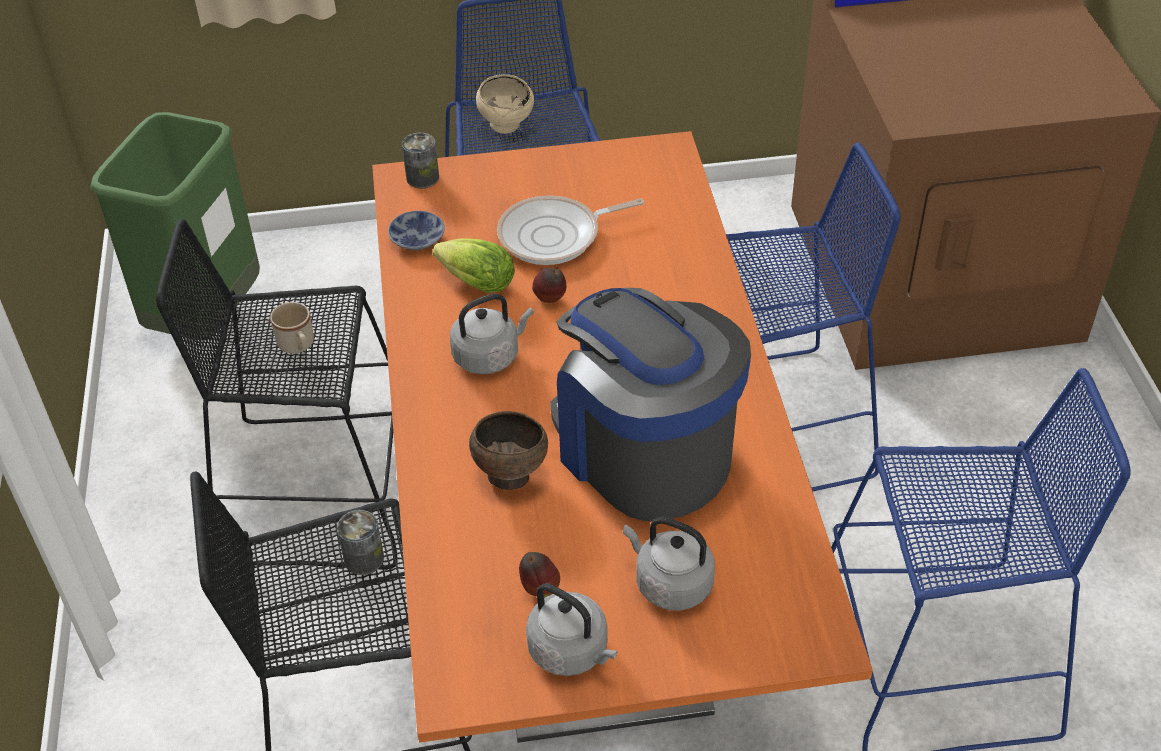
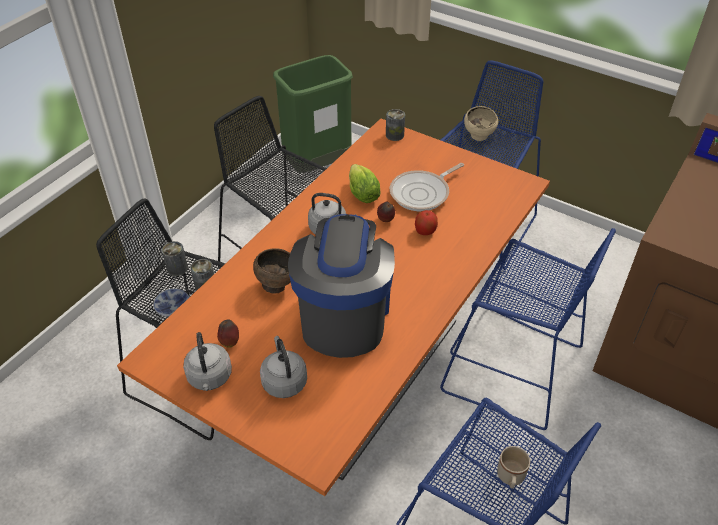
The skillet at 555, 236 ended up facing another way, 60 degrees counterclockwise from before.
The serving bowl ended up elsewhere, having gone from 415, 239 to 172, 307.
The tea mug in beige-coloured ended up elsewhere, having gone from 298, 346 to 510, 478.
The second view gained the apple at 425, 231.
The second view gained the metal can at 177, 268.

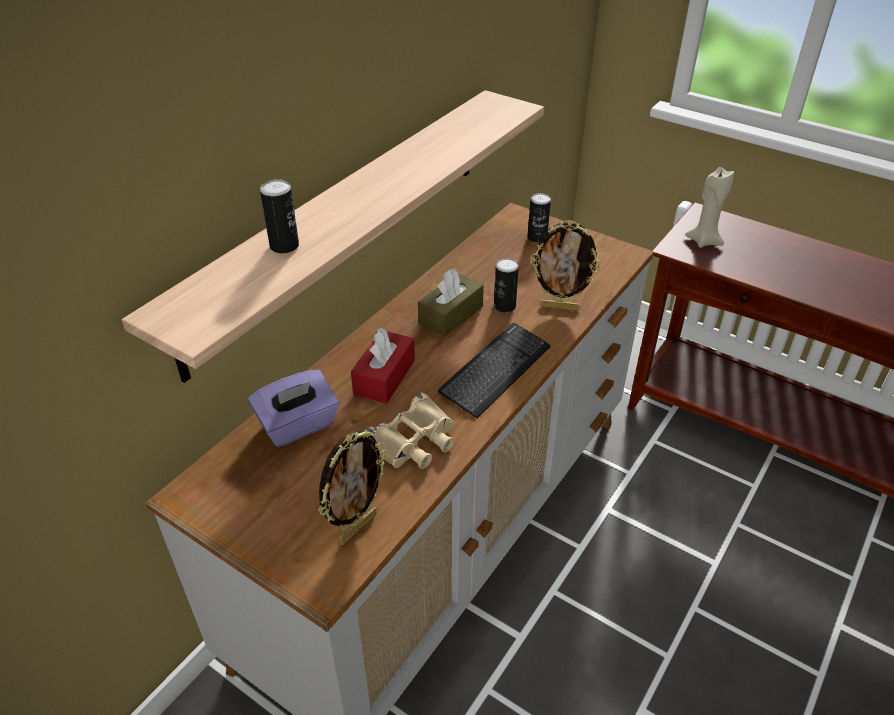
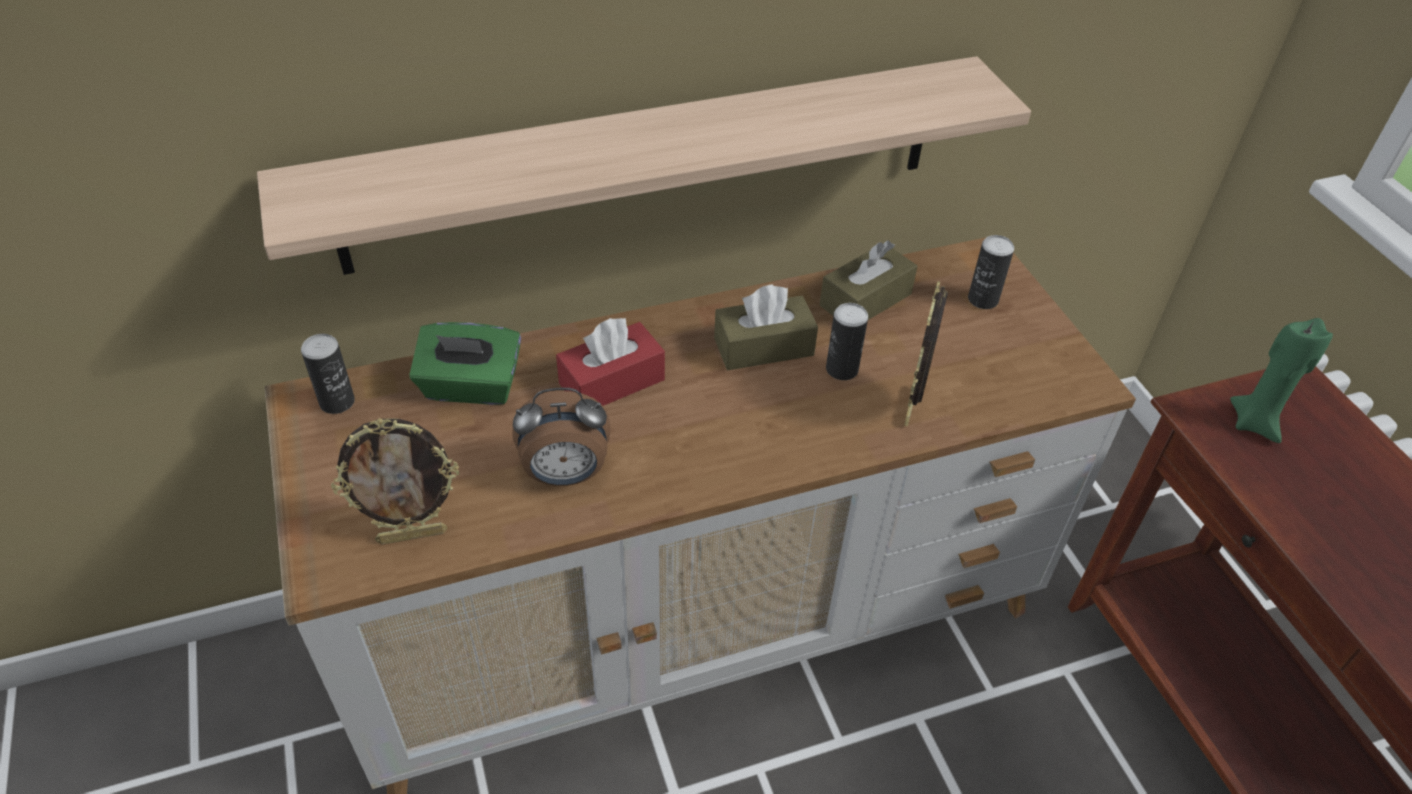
What was the wax light in beige-coloured at 703, 241 turned into the wax light in greenish at 1255, 422.
The metal can ended up elsewhere, having gone from 284, 246 to 337, 402.
The standing frame at 560, 307 ended up facing another way, 60 degrees clockwise from before.
The second view lost the computer keyboard at 495, 371.
What was the tissue holder in purplish at 298, 425 turned into the tissue holder in greenish at 471, 387.
Where the field glasses in beige-coloured stood at 413, 441, the alarm clock came to stand at 565, 475.
The second view gained the tissue holder in brown-coloured at 865, 300.

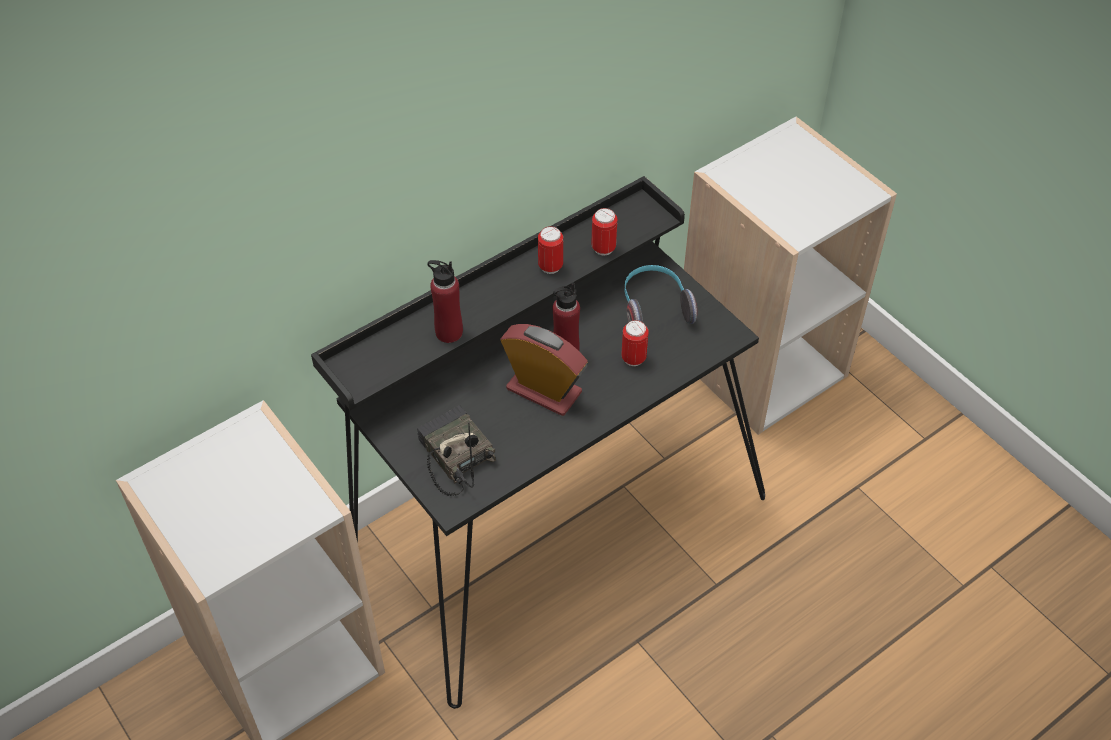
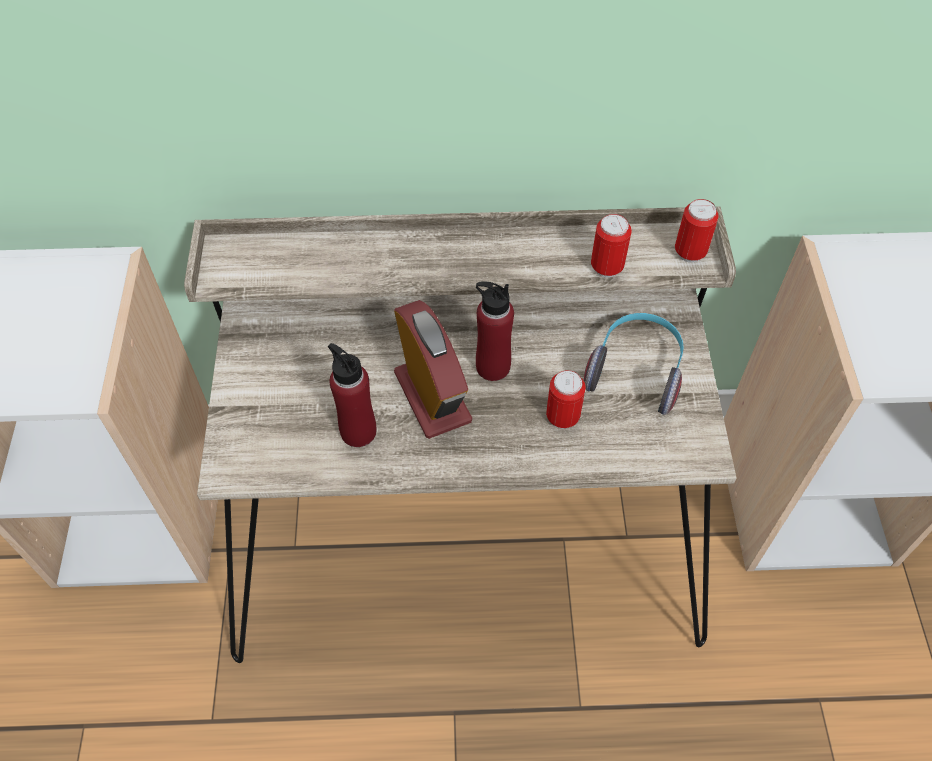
What was the desk unit in blackish at 550, 521 turned into the desk unit in beige-coloured at 465, 531.
The metal can ended up elsewhere, having gone from 550, 266 to 690, 252.
The bottle in red ended up elsewhere, having gone from 449, 332 to 358, 431.
The second view lost the radio set at 453, 456.

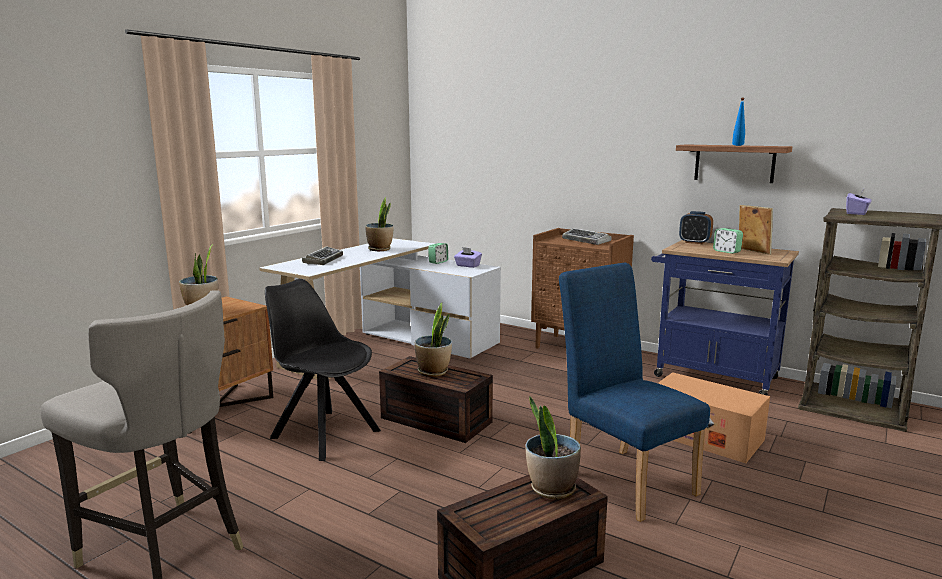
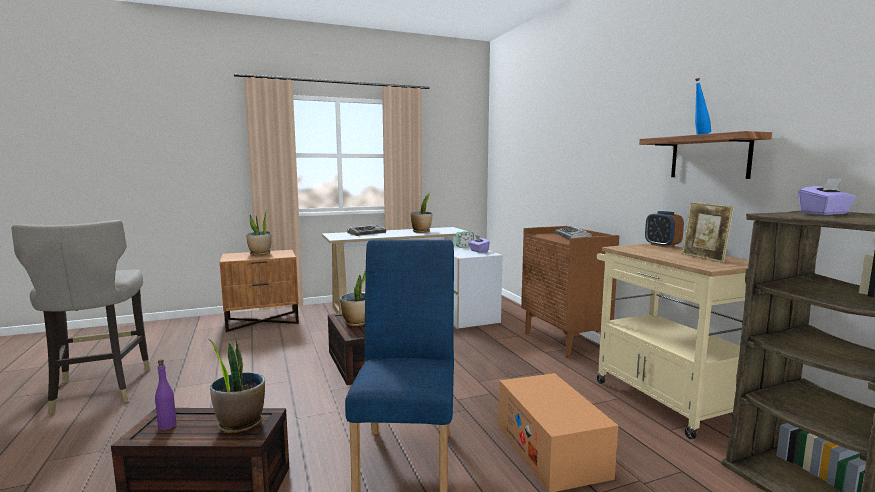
The standing frame at 752, 251 ended up facing another way, 150 degrees clockwise from before.
The second view lost the alarm clock at 726, 251.
What was the wheeled cart in blue at 711, 376 turned into the wheeled cart in beige-coloured at 662, 399.
The second view lost the plain chair in blackish at 324, 433.
The second view gained the bottle in purplish at 167, 425.

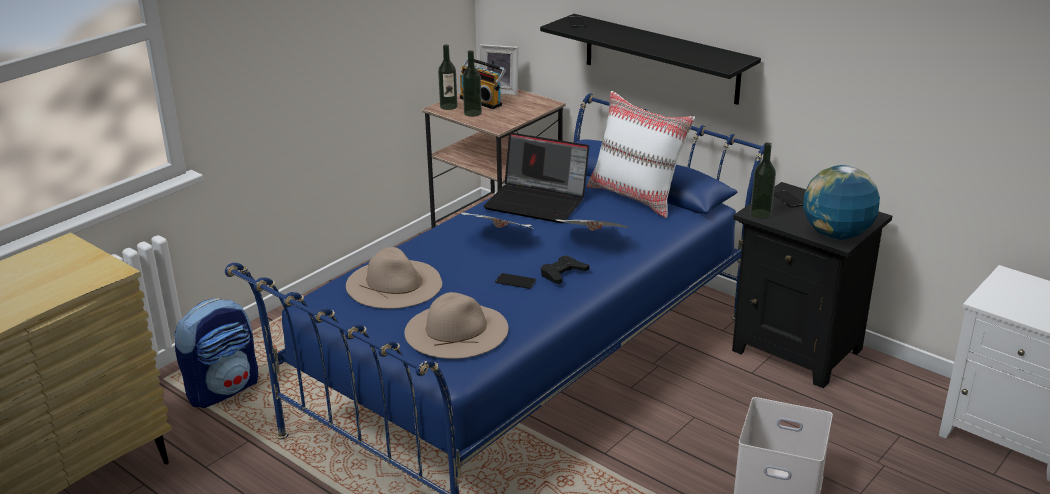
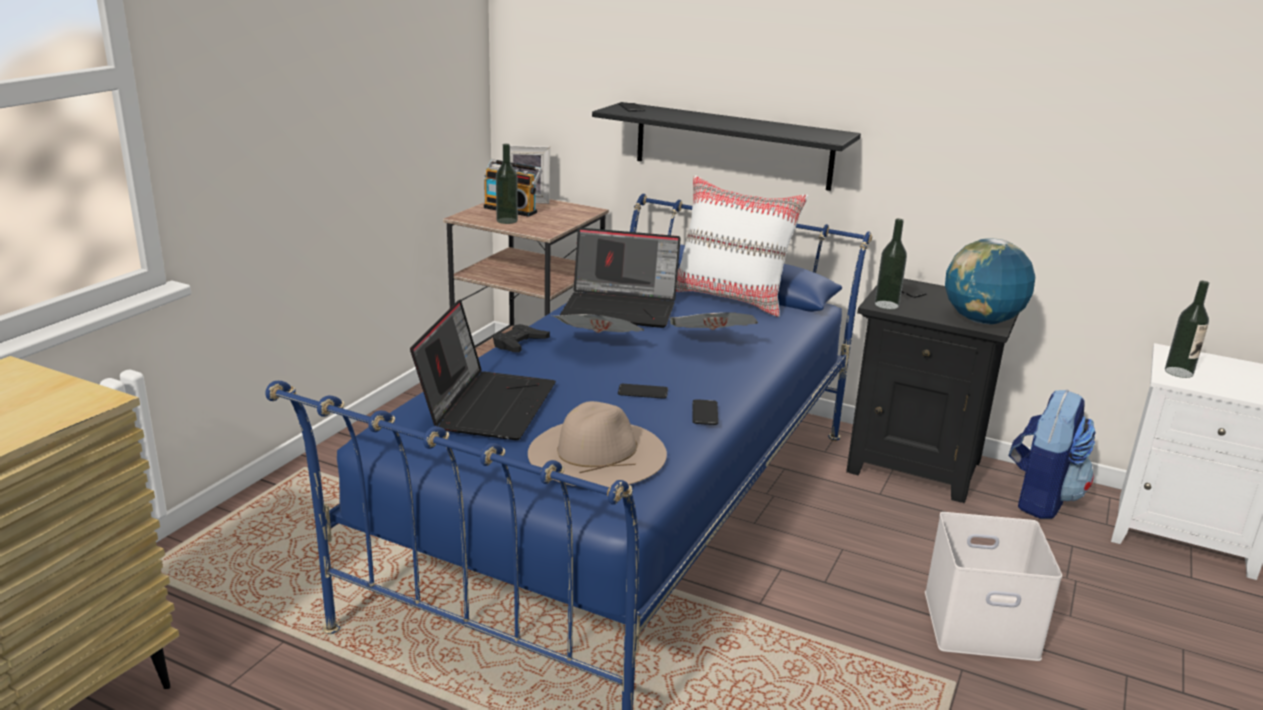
The bottle ended up elsewhere, having gone from 448, 106 to 1178, 372.
Where the wearable hat in beige-coloured stood at 394, 283, the portable computer came to stand at 487, 404.
The gamepad in blackish ended up elsewhere, having gone from 563, 274 to 519, 344.
The backpack ended up elsewhere, having gone from 223, 389 to 1041, 498.
The second view gained the handset at 705, 413.

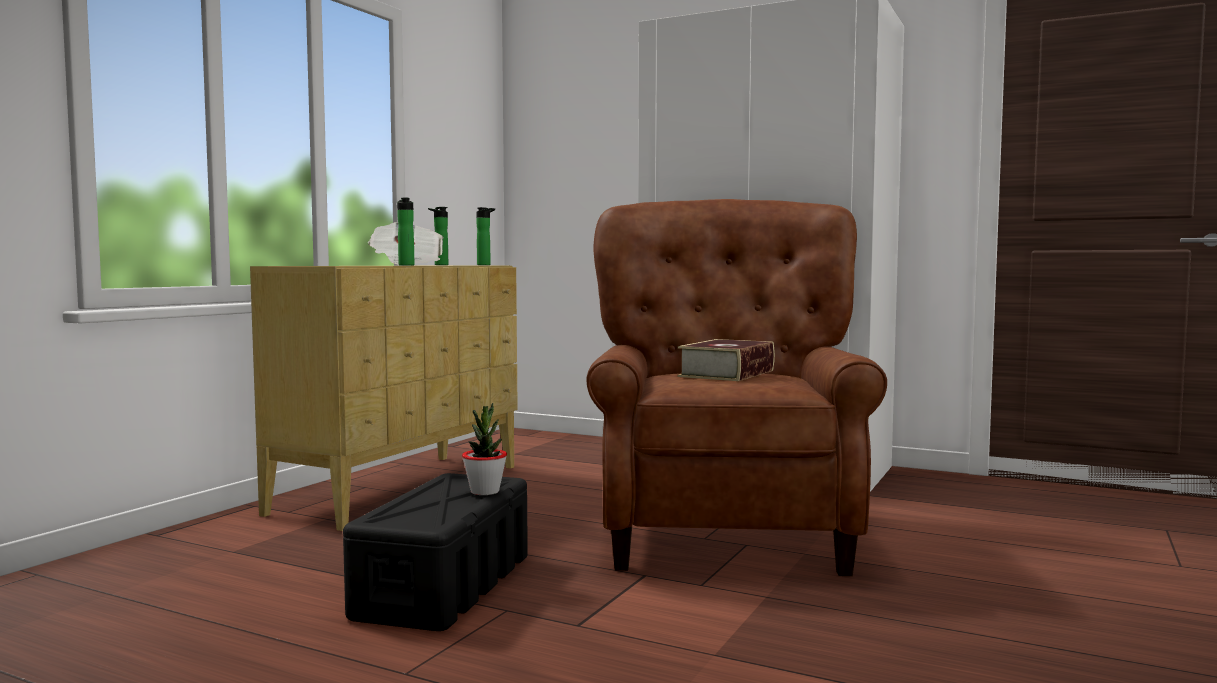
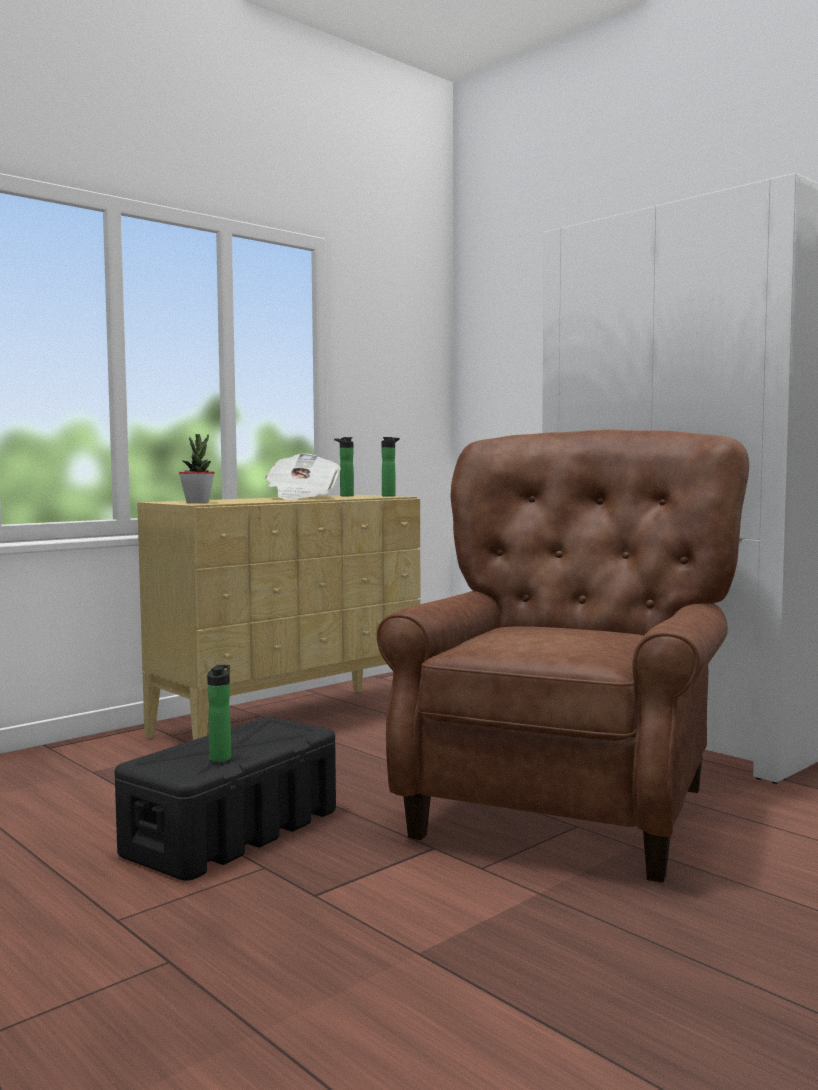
The bottle ended up elsewhere, having gone from 406, 265 to 221, 757.
The second view lost the bound book at 727, 373.
The potted plant ended up elsewhere, having gone from 485, 491 to 197, 502.

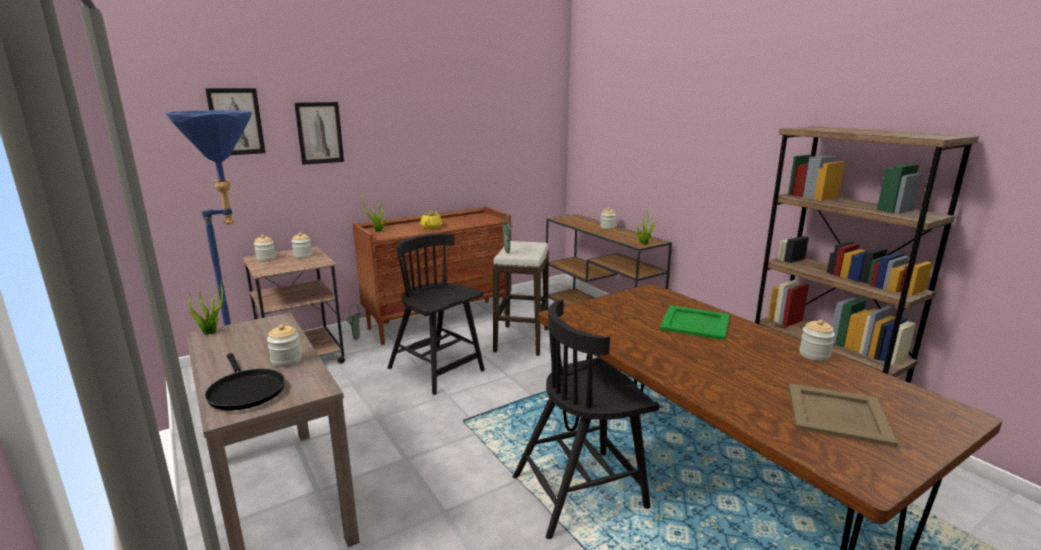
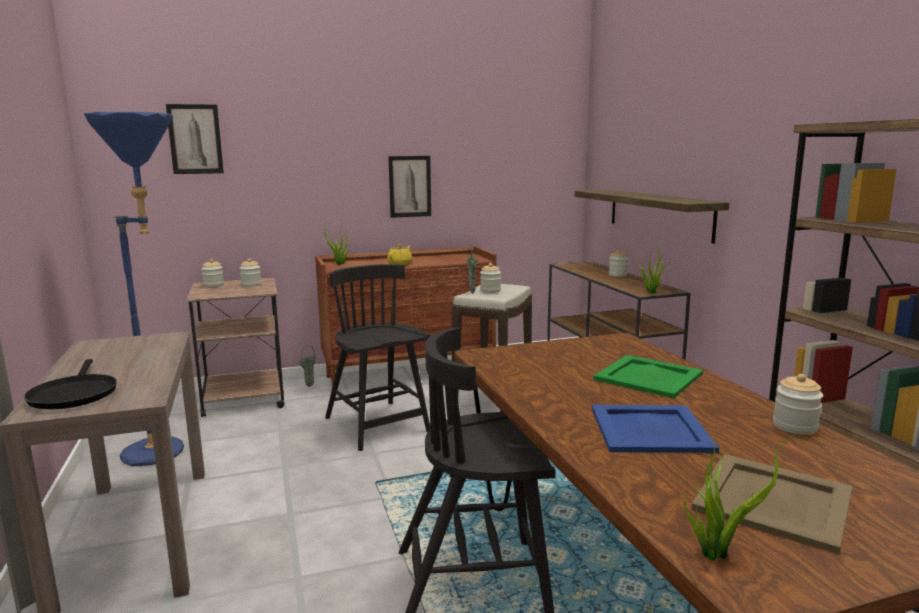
The picture ended up elsewhere, having gone from 319, 133 to 410, 186.
The potted plant ended up elsewhere, having gone from 212, 332 to 717, 552.
The preserve jar ended up elsewhere, having gone from 286, 360 to 490, 291.
The second view gained the bracket shelf at 658, 213.
The second view gained the tray in blue at 649, 429.

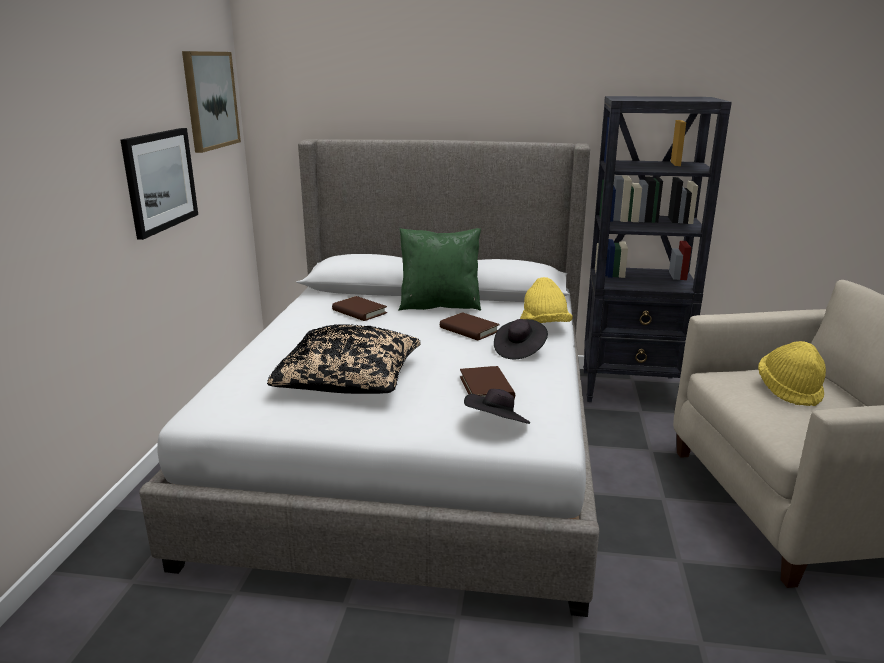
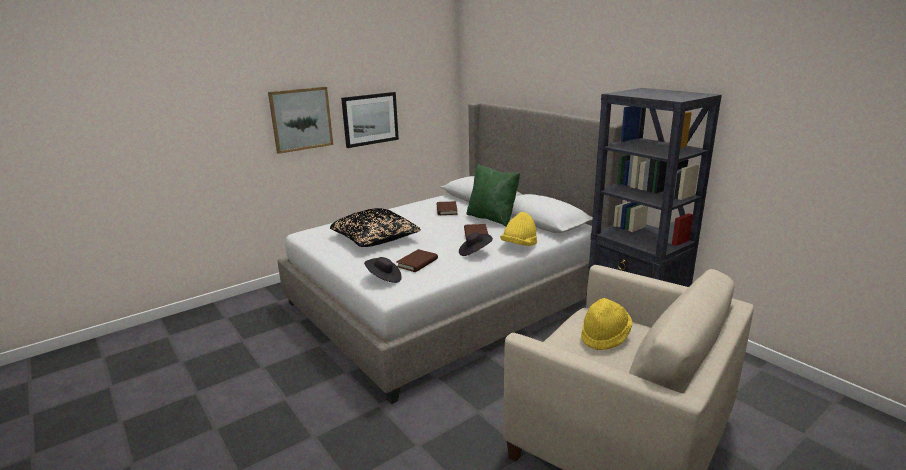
The picture ended up elsewhere, having gone from 210, 100 to 301, 119.

